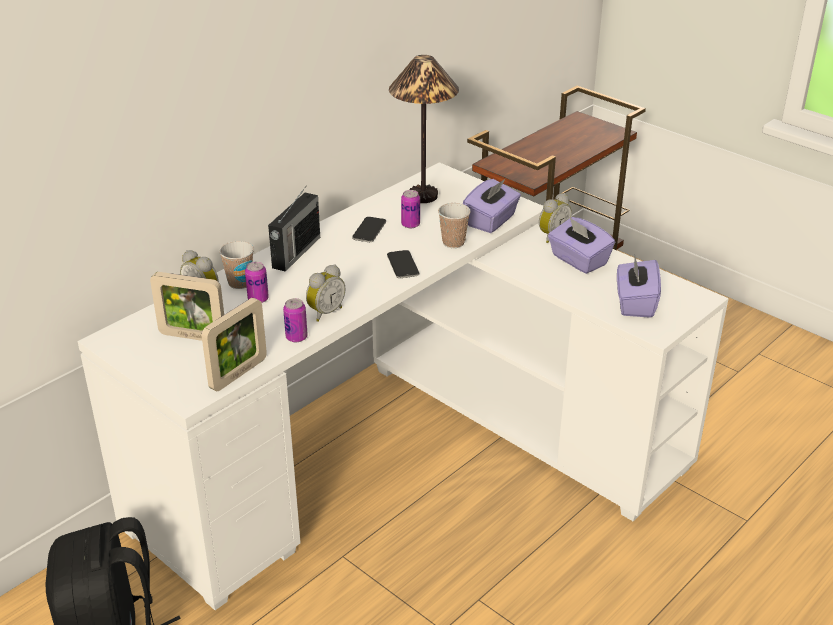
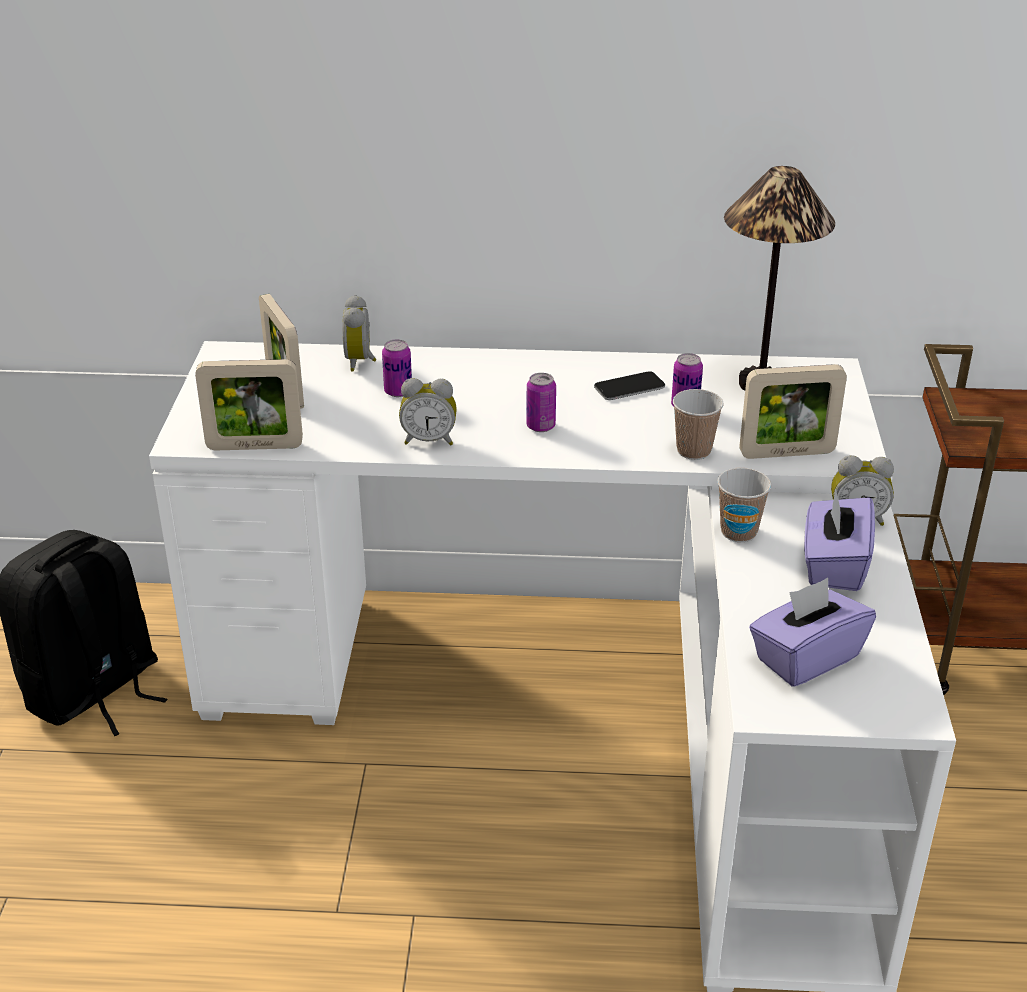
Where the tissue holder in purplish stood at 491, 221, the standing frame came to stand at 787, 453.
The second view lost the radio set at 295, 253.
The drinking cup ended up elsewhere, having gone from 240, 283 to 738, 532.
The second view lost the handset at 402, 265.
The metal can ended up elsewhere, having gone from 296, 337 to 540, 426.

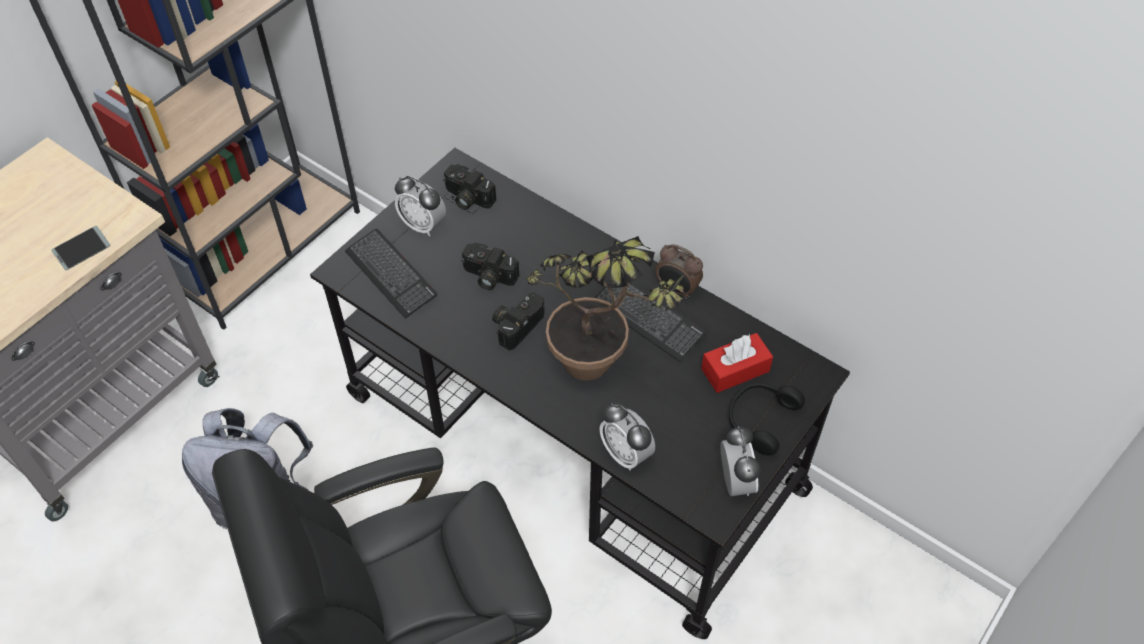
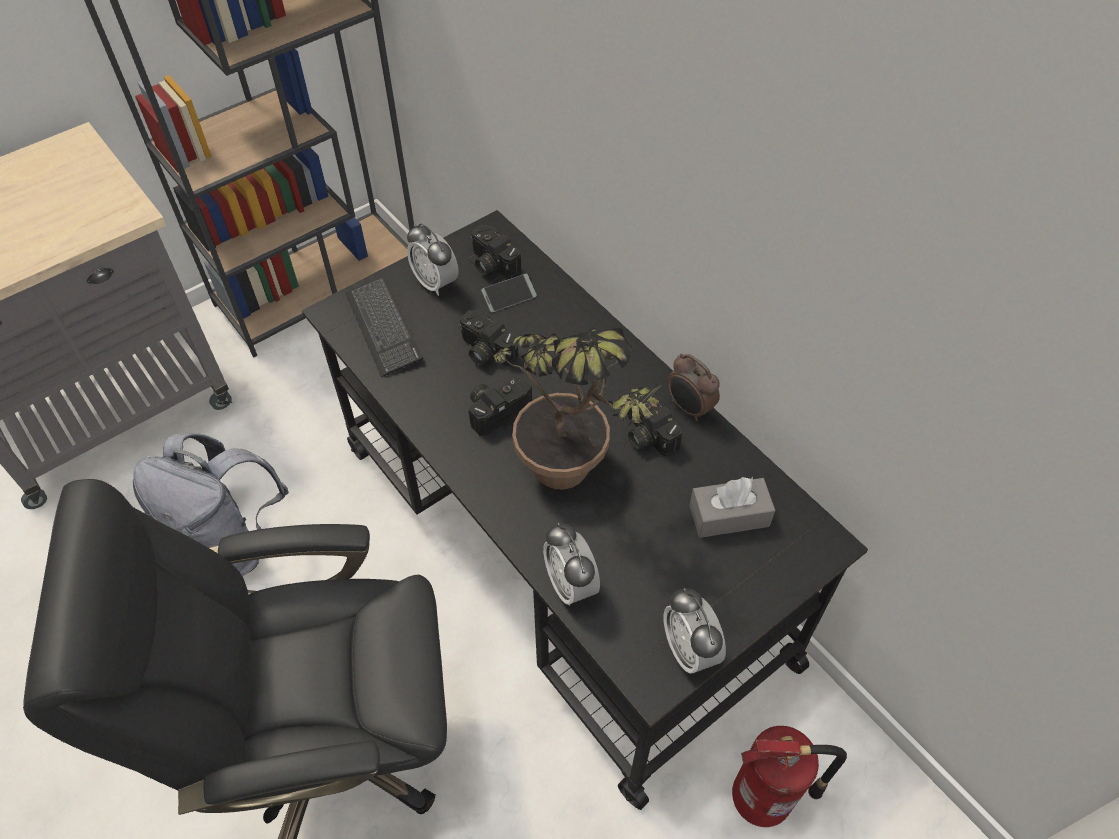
The handset ended up elsewhere, having gone from 83, 251 to 509, 297.
Where the computer keyboard stood at 648, 318, the photo camera came to stand at 645, 434.
What was the tissue holder in red at 735, 370 turned into the tissue holder in gray at 729, 515.
The second view lost the headset in blackish at 760, 420.
The alarm clock at 735, 481 ended up facing another way, 150 degrees clockwise from before.
The second view gained the fire extinguisher at 765, 798.

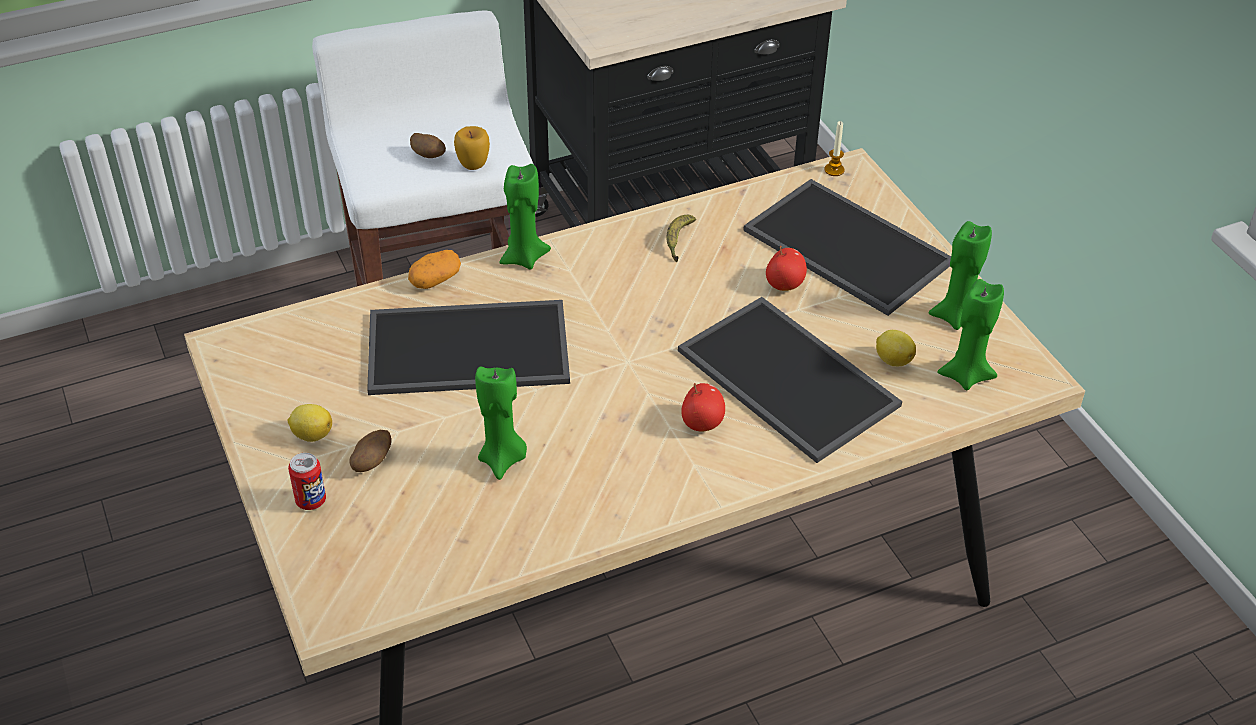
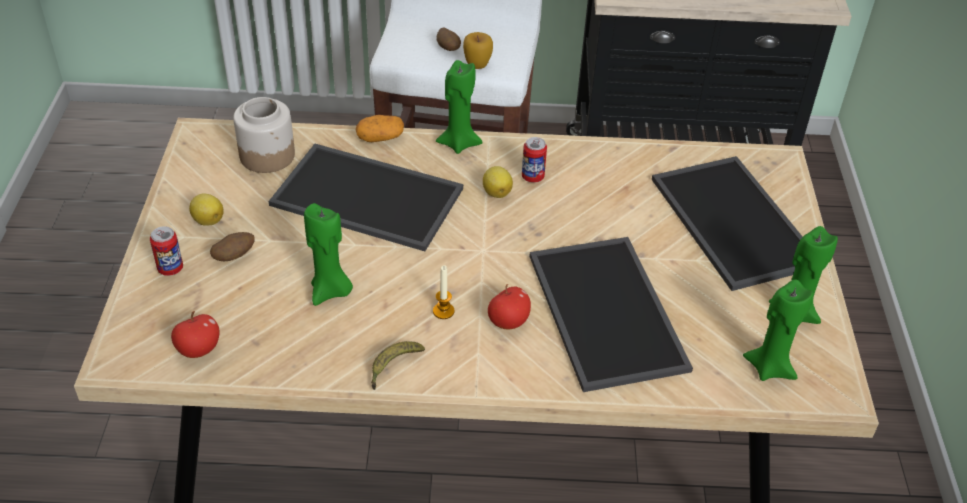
The wax light ended up elsewhere, having gone from 834, 170 to 443, 311.
The banana fruit ended up elsewhere, having gone from 678, 241 to 393, 367.
The apple ended up elsewhere, having gone from 784, 284 to 199, 349.
The whole lemon ended up elsewhere, having gone from 892, 359 to 497, 192.
The second view gained the preserve jar at 267, 155.
The second view gained the metal can at 532, 177.

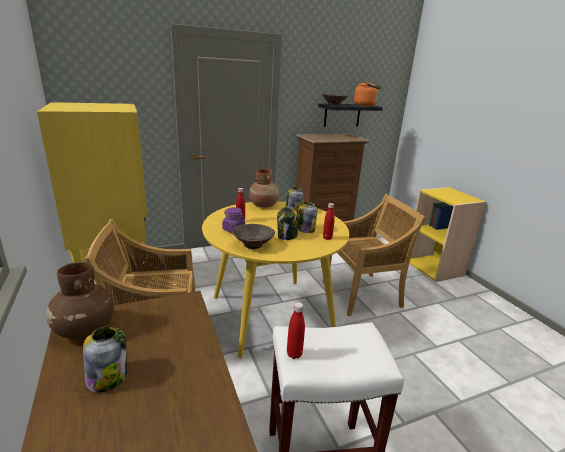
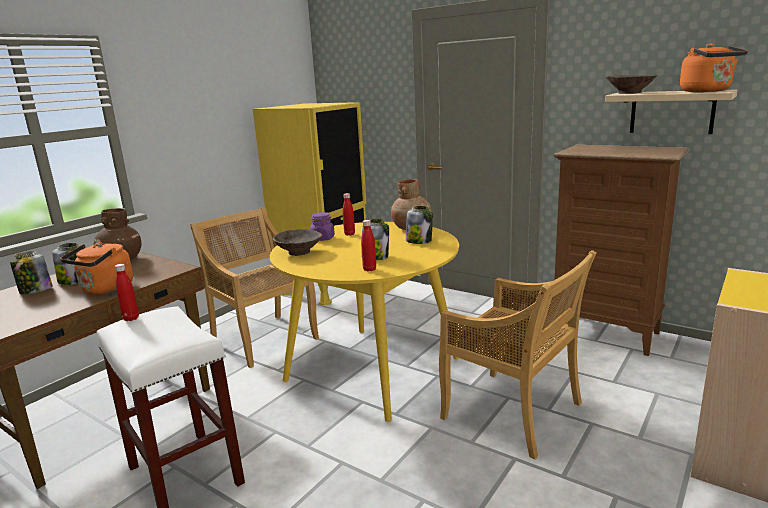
What was the bracket shelf in blackish at 342, 115 turned into the bracket shelf in beige-coloured at 671, 112.
The preserve jar ended up elsewhere, having gone from 287, 236 to 35, 291.
The second view gained the kettle in orange-coloured at 105, 290.

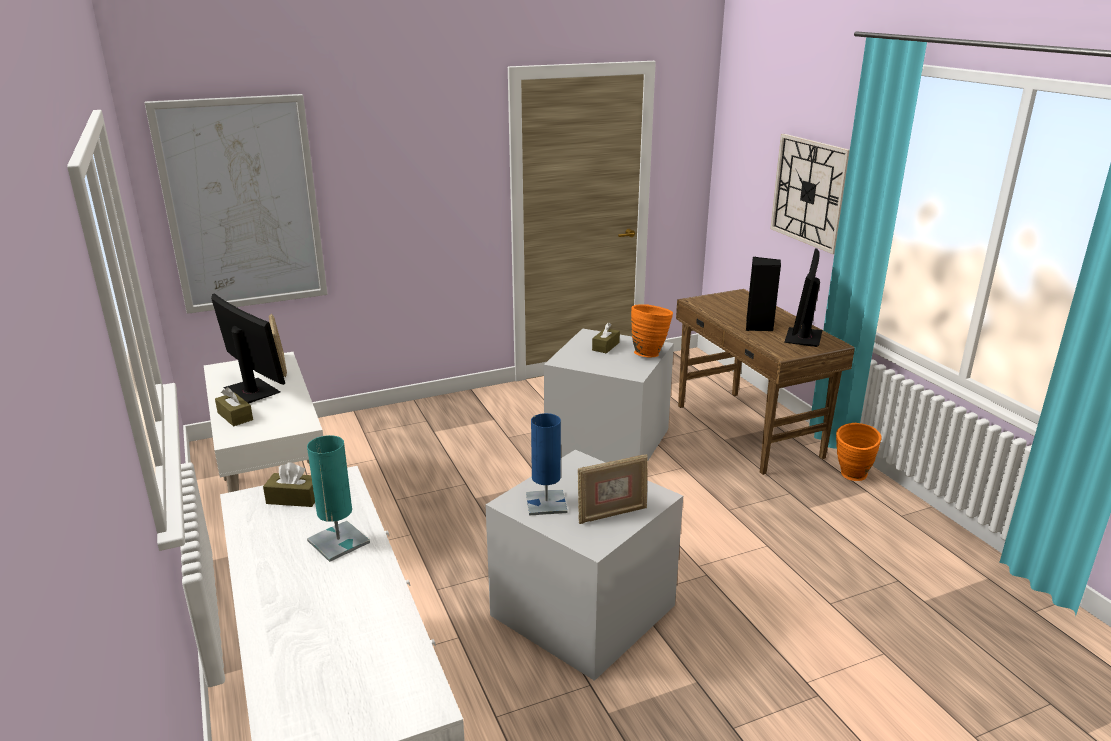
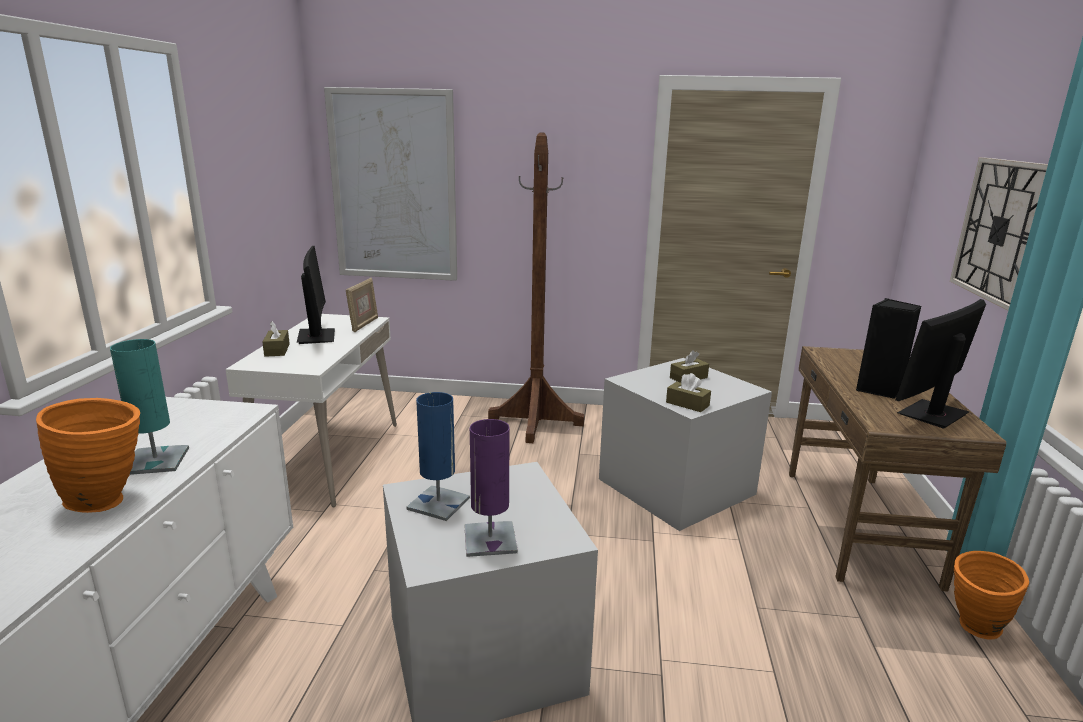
The flower vase in orange-coloured ended up elsewhere, having gone from 649, 353 to 109, 501.
Where the standing frame stood at 611, 514, the tabletop lamp in purplish came to stand at 490, 539.
The tissue holder in brown-coloured ended up elsewhere, having gone from 293, 498 to 687, 404.
The second view gained the garment stand in brown-coloured at 536, 421.

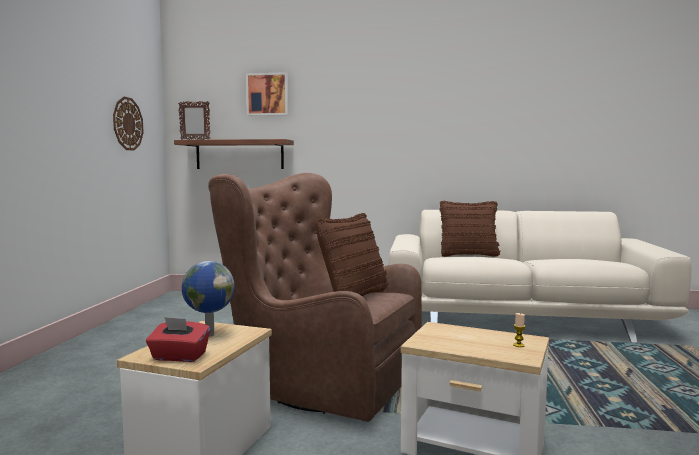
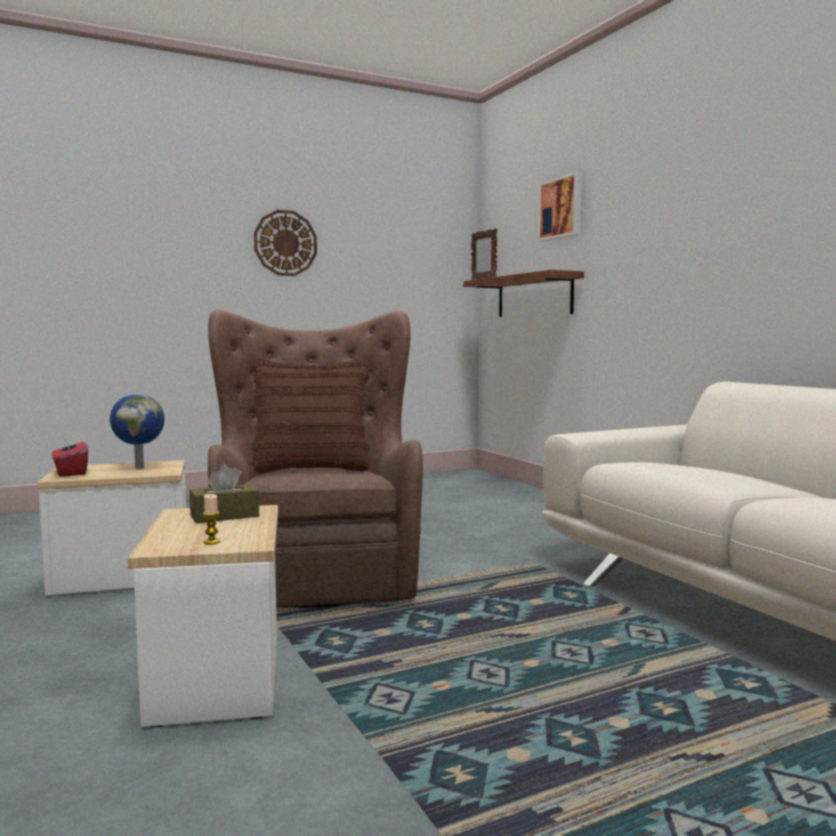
The clock on the wall ended up elsewhere, having gone from 127, 124 to 285, 243.
The second view lost the cushion in brown-coloured at 468, 255.
The second view gained the tissue holder in brown-coloured at 224, 516.

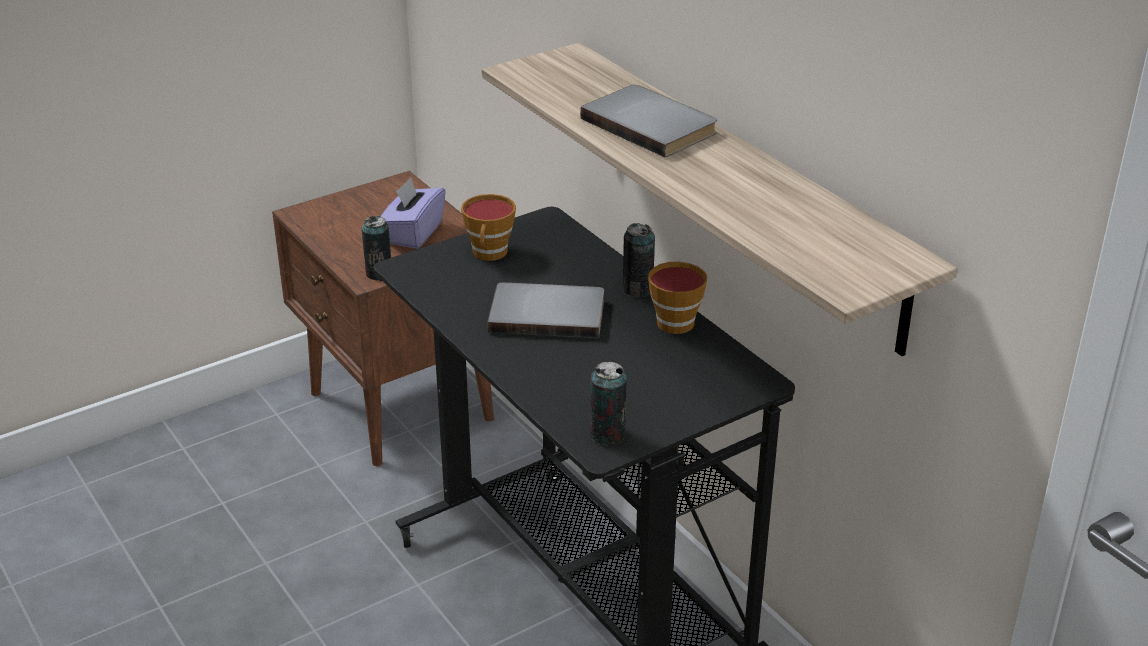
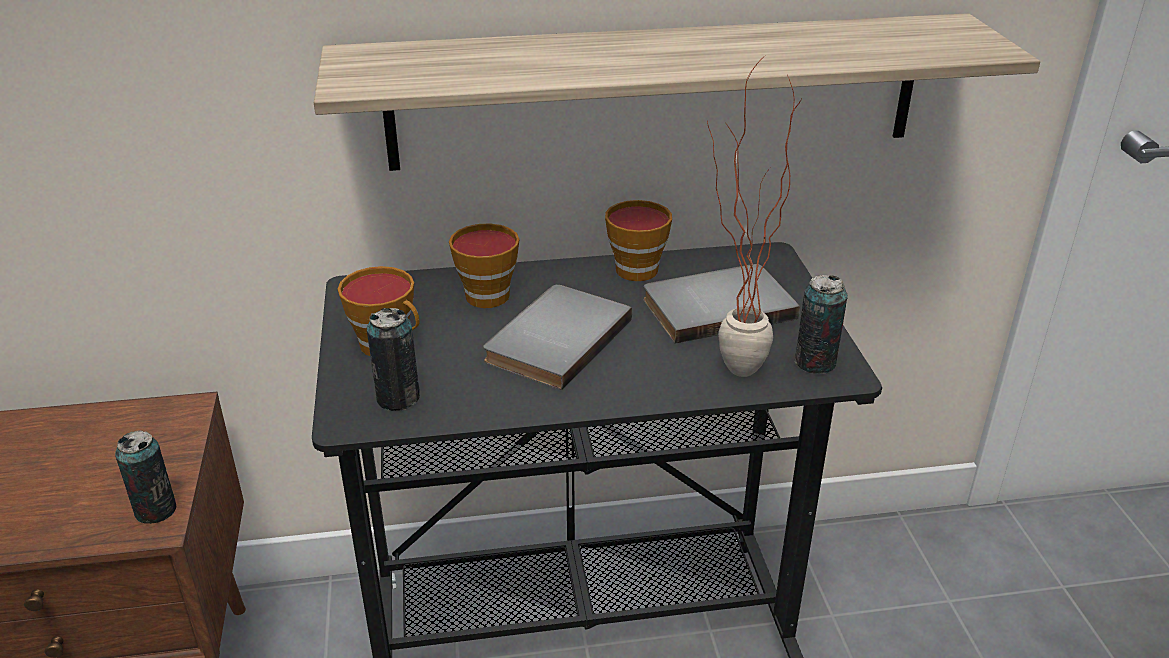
The bound book in gray ended up elsewhere, having gone from 652, 124 to 716, 306.
The second view lost the tissue holder in purplish at 413, 233.
The metal can ended up elsewhere, having gone from 637, 289 to 398, 398.
The second view gained the potted plant at 727, 374.
The second view gained the drinking cup at 488, 293.

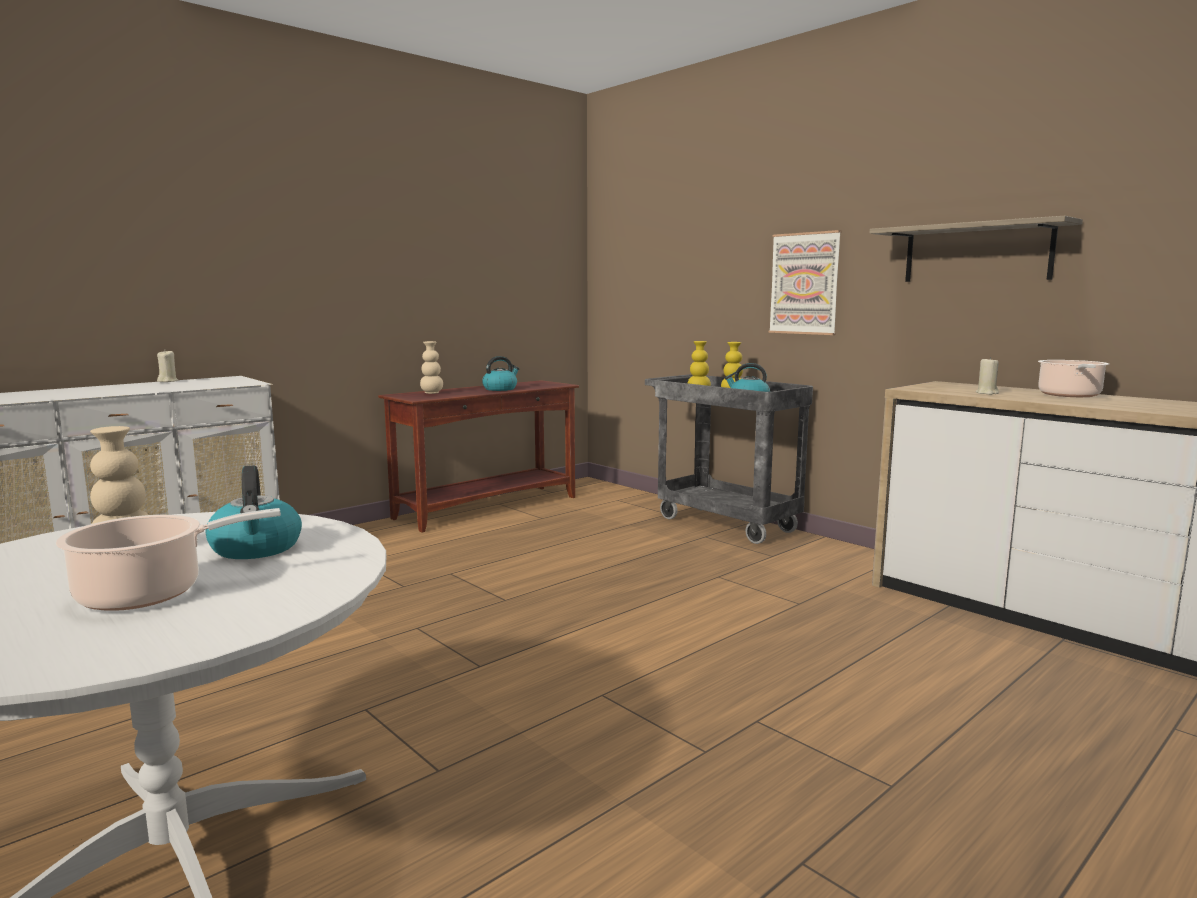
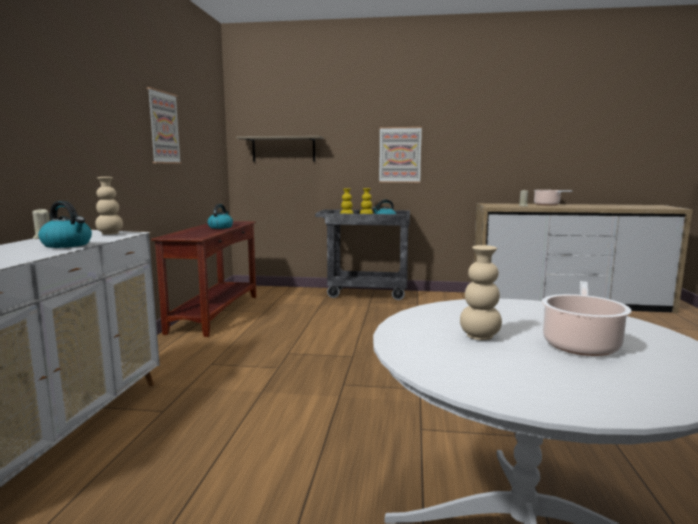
The bracket shelf ended up elsewhere, having gone from 976, 253 to 283, 149.
The flower vase in beige-coloured ended up elsewhere, having gone from 432, 393 to 110, 234.
The kettle ended up elsewhere, having gone from 257, 549 to 67, 245.
The second view gained the picture at 163, 127.

